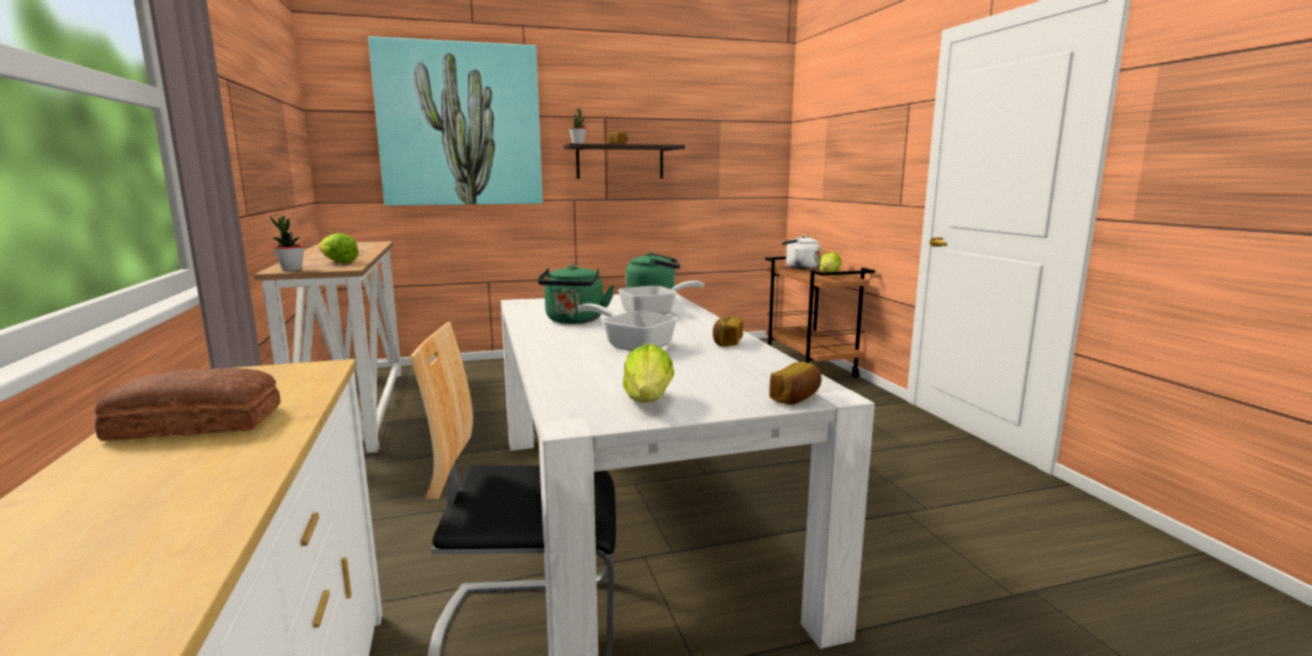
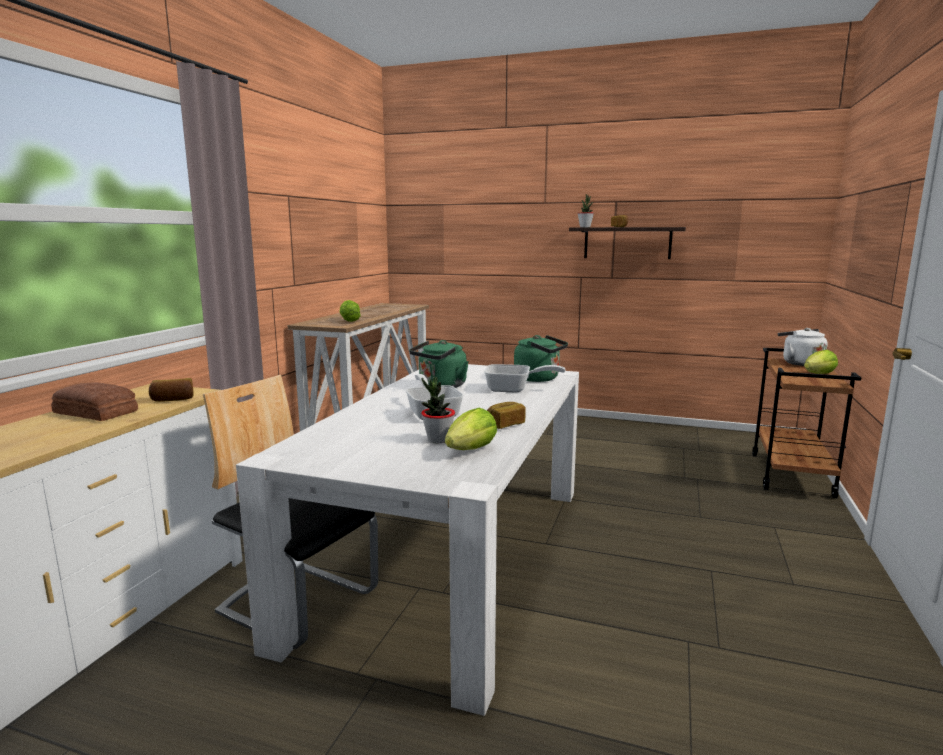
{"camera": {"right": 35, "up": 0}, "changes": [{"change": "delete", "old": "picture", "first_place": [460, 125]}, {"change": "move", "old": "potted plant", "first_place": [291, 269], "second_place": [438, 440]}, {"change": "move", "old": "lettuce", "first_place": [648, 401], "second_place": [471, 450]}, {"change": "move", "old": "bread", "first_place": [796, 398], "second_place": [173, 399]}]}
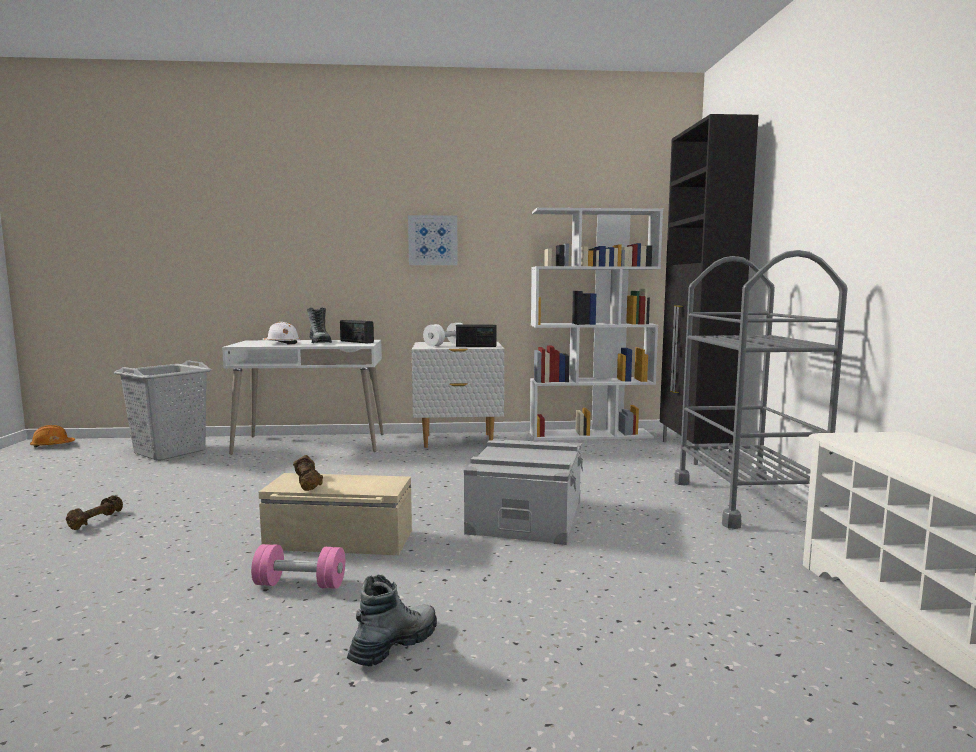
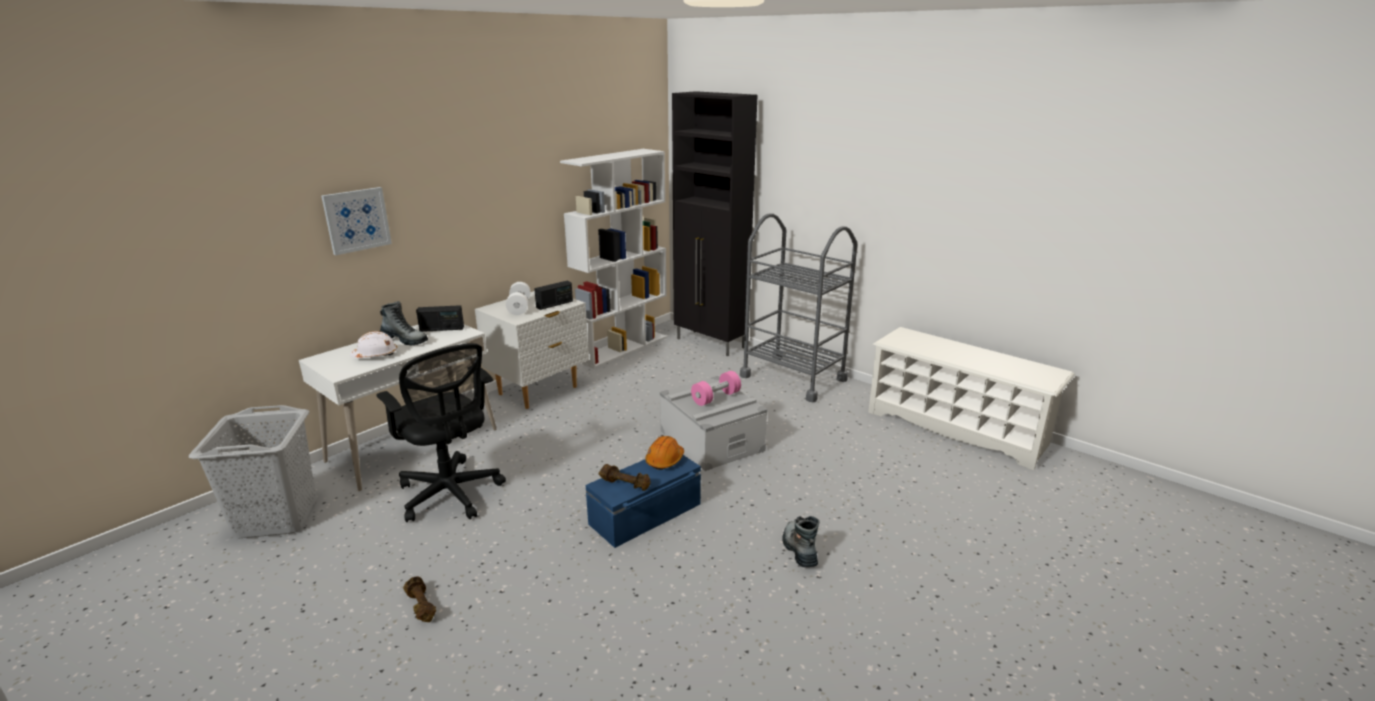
{"camera": {"right": -45, "up": 15}, "changes": [{"change": "insert", "new": "office chair (black)", "second_place": [451, 495]}, {"change": "move", "old": "hard hat (orange)", "first_place": [52, 445], "second_place": [665, 460]}, {"change": "move", "old": "dumbbell (pink)", "first_place": [300, 584], "second_place": [716, 398]}, {"change": "move", "old": "picture", "first_place": [433, 240], "second_place": [356, 220]}, {"change": "recolor", "old": "storage box (beige)", "new": "storage box (blue)", "first_place": [339, 540], "second_place": [646, 514]}]}
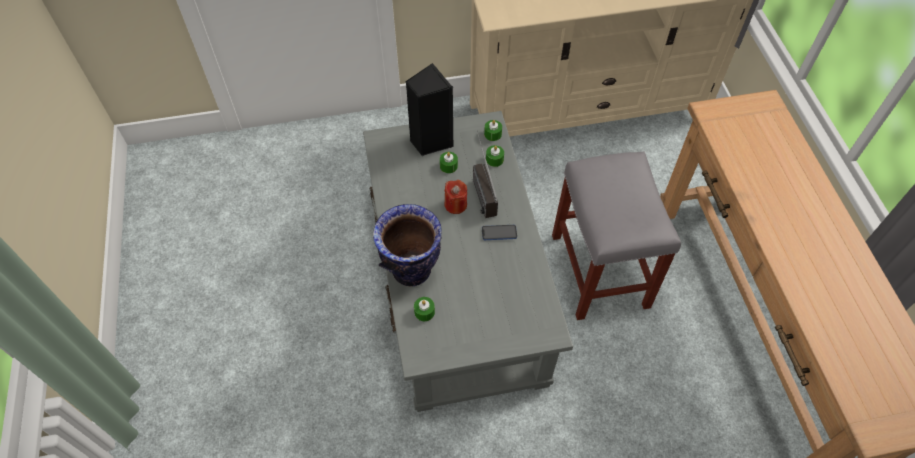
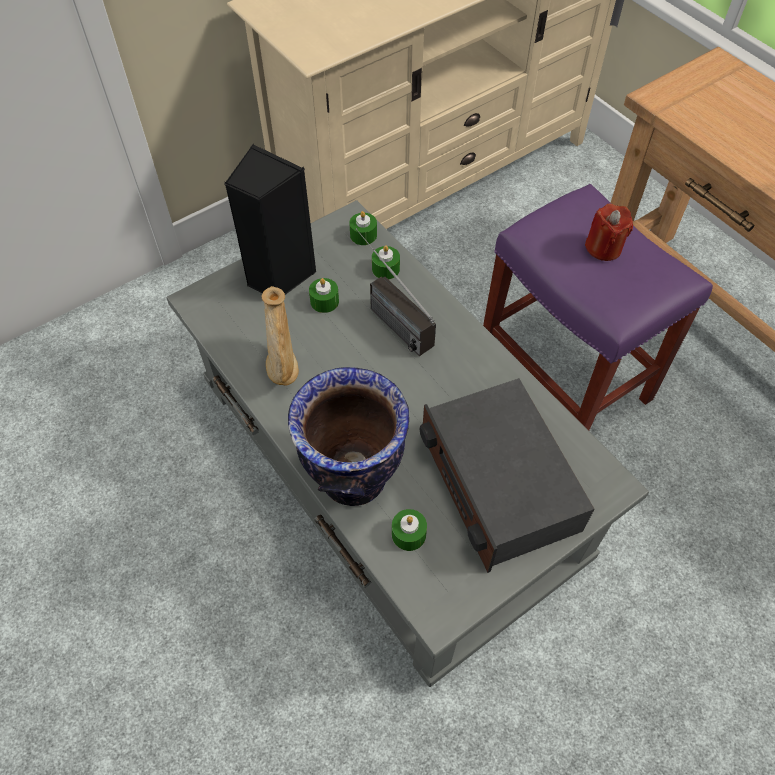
{"camera": {"right": -25, "up": 0}, "changes": [{"change": "delete", "old": "phone", "first_place": [499, 233]}, {"change": "insert", "new": "vase (beige)", "second_place": [282, 367]}, {"change": "insert", "new": "radio", "second_place": [497, 483]}, {"change": "move", "old": "candle (red)", "first_place": [455, 205], "second_place": [603, 248]}, {"change": "recolor", "old": "stool (grey)", "new": "stool (purple)", "first_place": [600, 272], "second_place": [566, 378]}]}
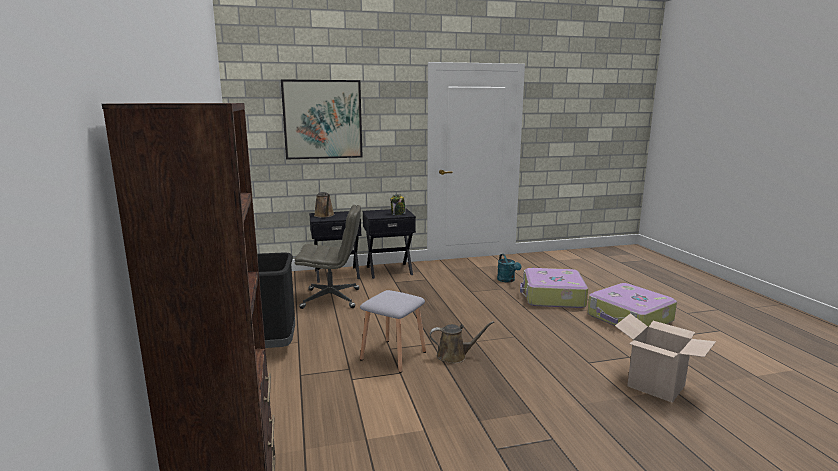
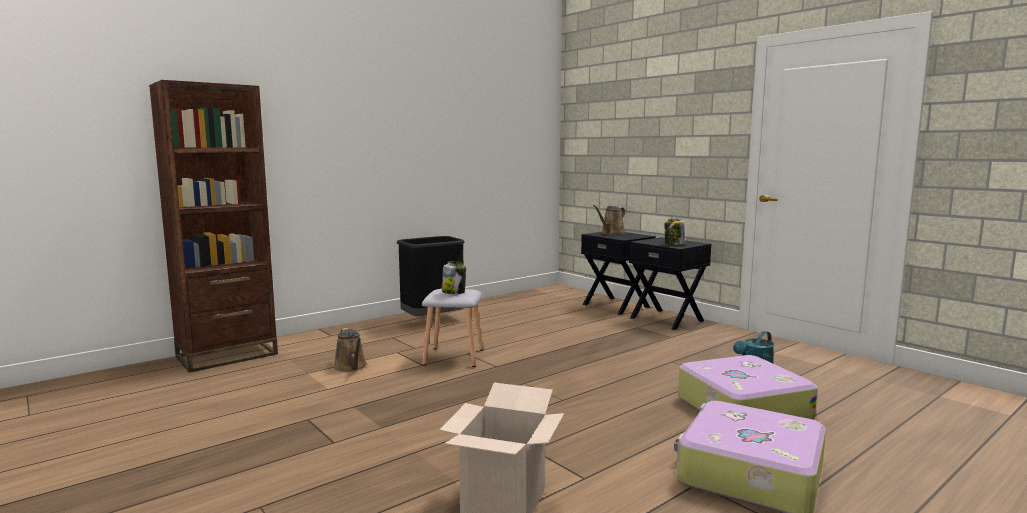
{"camera": {"right": 65, "up": -5}, "changes": [{"change": "delete", "old": "picture", "first_place": [322, 119]}, {"change": "delete", "old": "office chair (grey)", "first_place": [332, 298]}, {"change": "insert", "new": "jar", "second_place": [454, 292]}, {"change": "move", "old": "watering can (brown)", "first_place": [454, 356], "second_place": [351, 367]}]}
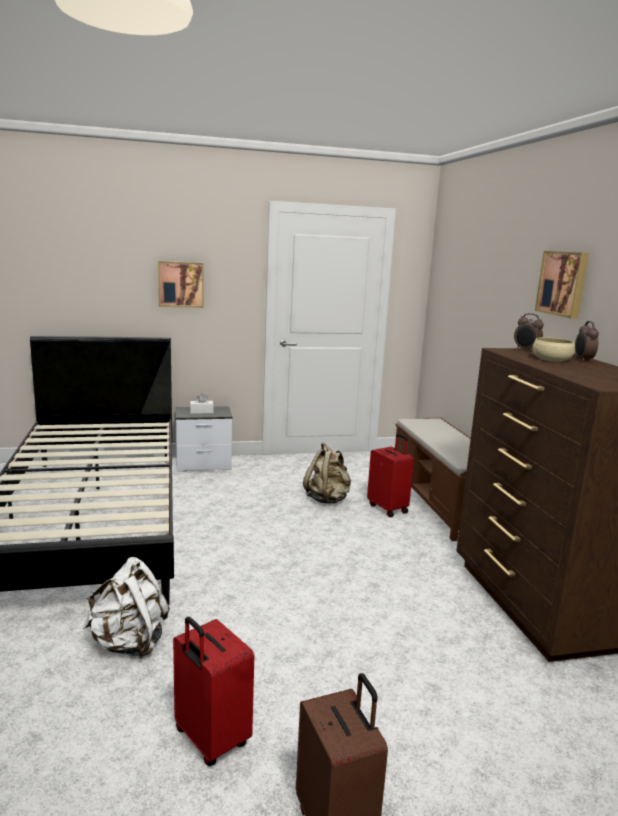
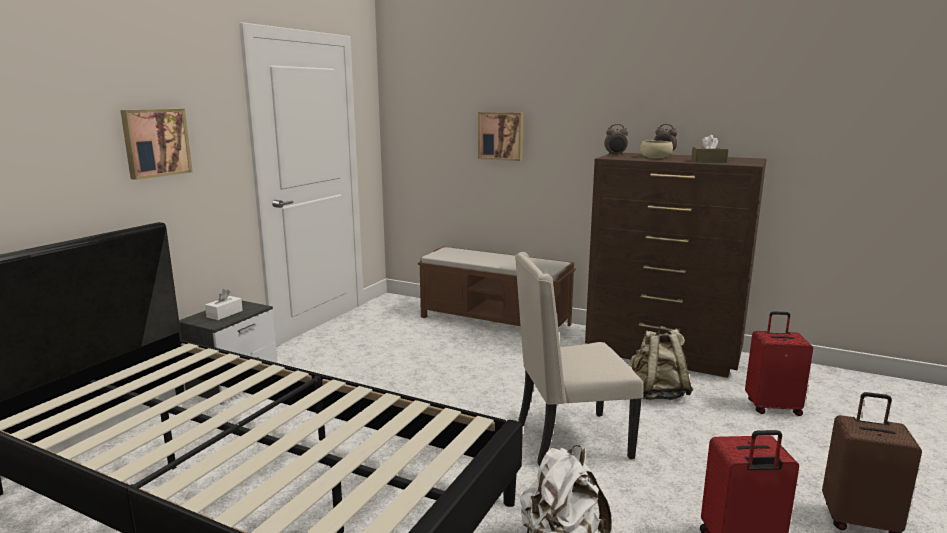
{"camera": {"right": -50, "up": 0}, "changes": [{"change": "insert", "new": "chair (beige)", "second_place": [570, 440]}, {"change": "insert", "new": "tissue box (brown)", "second_place": [708, 161]}, {"change": "move", "old": "backpack (beige)", "first_place": [327, 499], "second_place": [657, 393]}, {"change": "move", "old": "suitcase (red)", "first_place": [388, 508], "second_place": [772, 407]}, {"change": "move", "old": "picture", "first_place": [563, 283], "second_place": [501, 136]}]}
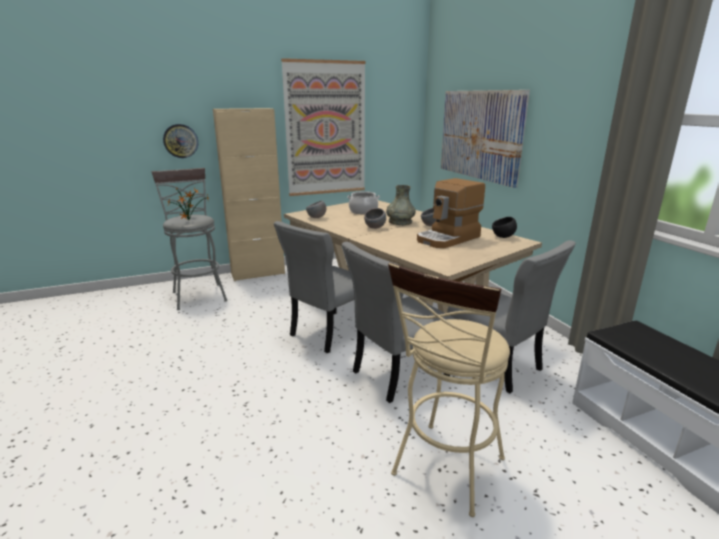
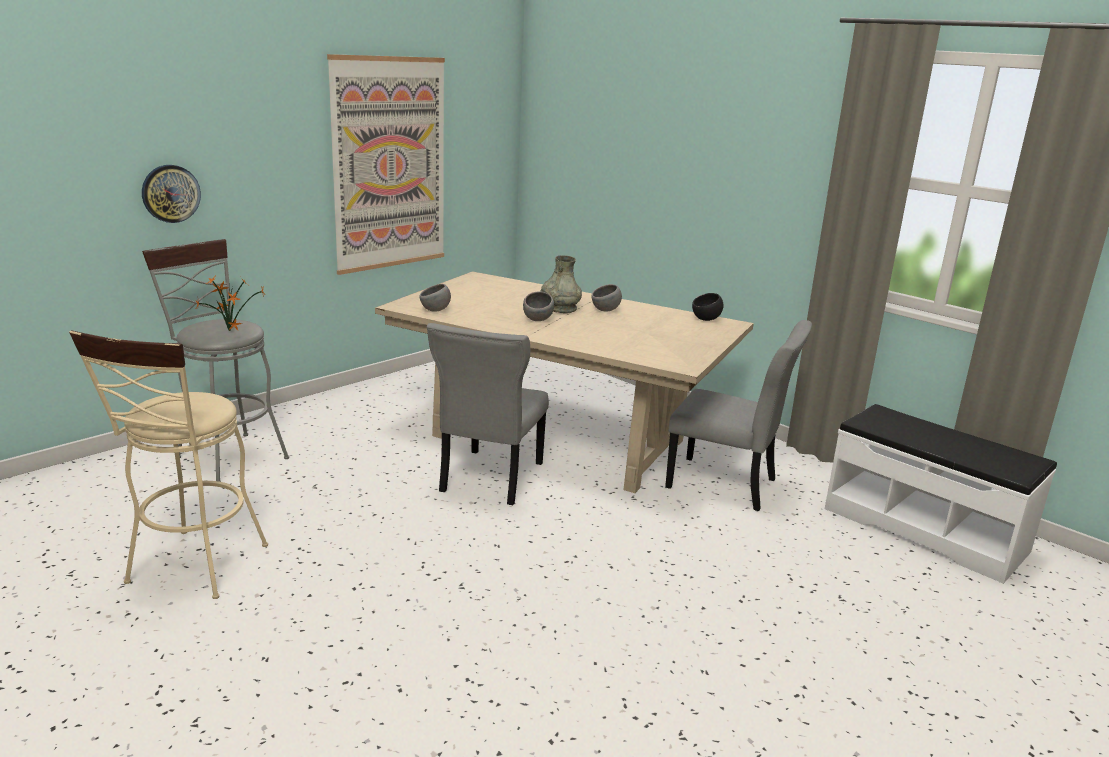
{"camera": {"right": -25, "up": 0}, "changes": [{"change": "delete", "old": "cabinet (beige)", "first_place": [258, 273]}, {"change": "delete", "old": "chair (grey)", "first_place": [396, 375]}, {"change": "delete", "old": "cooking pot", "first_place": [363, 211]}, {"change": "delete", "old": "coffee machine", "first_place": [448, 239]}, {"change": "delete", "old": "picture", "first_place": [480, 135]}, {"change": "move", "old": "stool (beige)", "first_place": [444, 472], "second_place": [192, 569]}]}
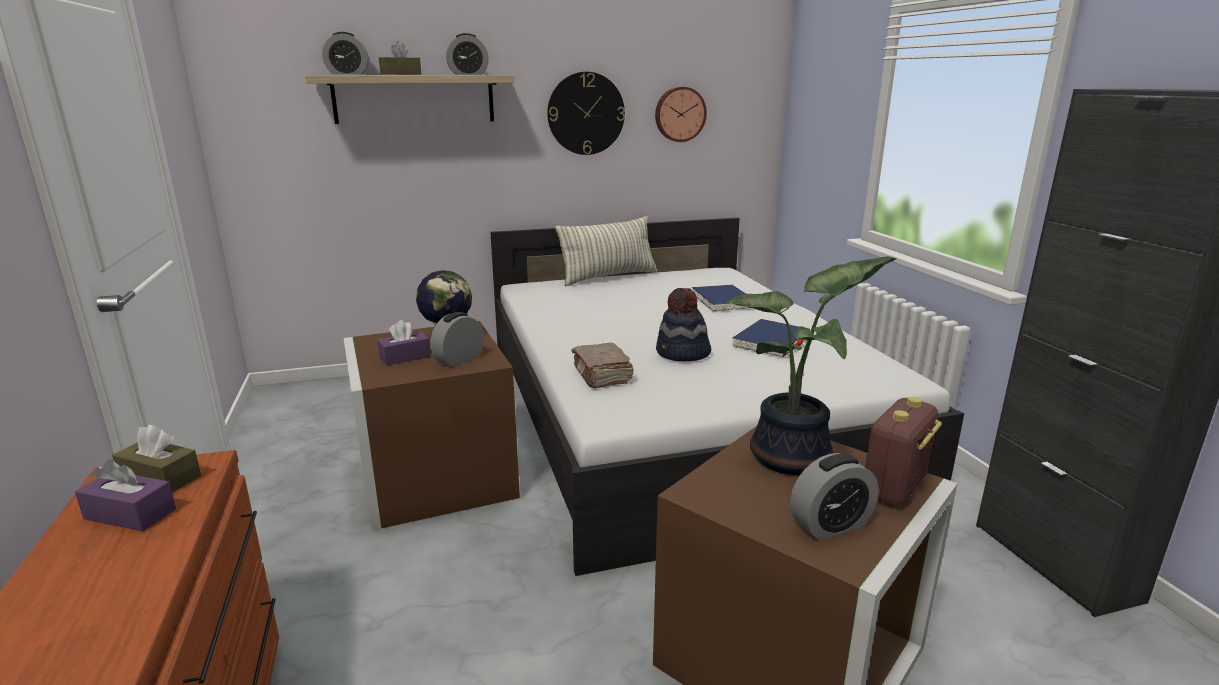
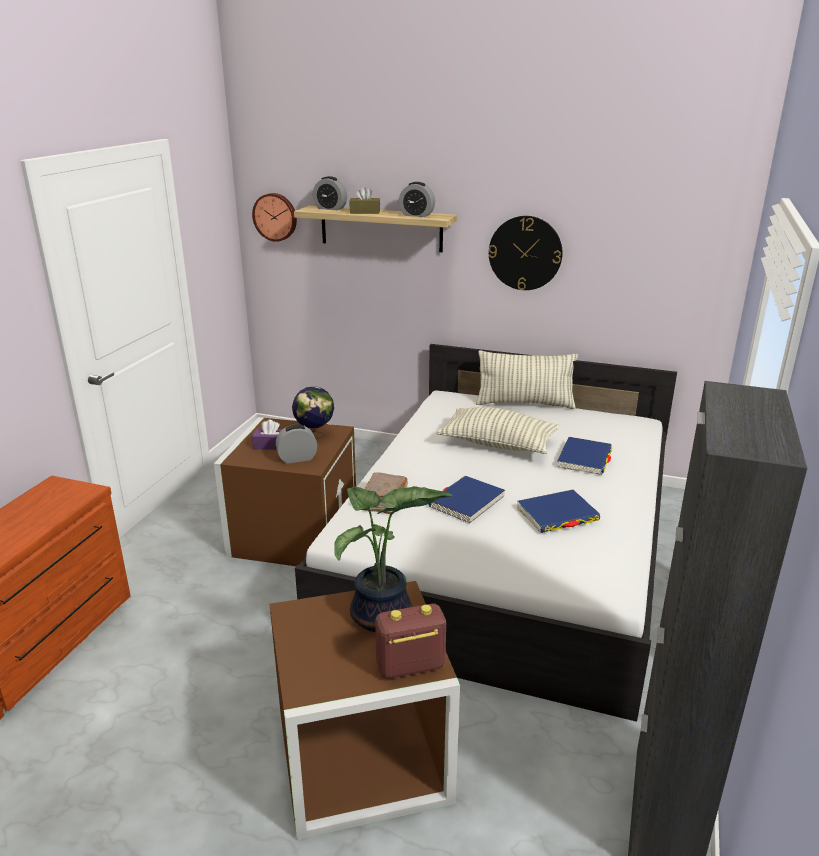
{"camera": {"right": 35, "up": 5}, "changes": [{"change": "delete", "old": "tissue box (purple)", "first_place": [130, 514]}, {"change": "delete", "old": "tissue box (brown)", "first_place": [160, 478]}, {"change": "delete", "old": "alarm clock", "first_place": [830, 525]}, {"change": "insert", "new": "pillow", "second_place": [497, 444]}, {"change": "move", "old": "wall clock", "first_place": [679, 114], "second_place": [275, 216]}, {"change": "replace", "old": "hat", "new": "book (blue)", "first_place": [682, 354], "second_place": [467, 502]}]}
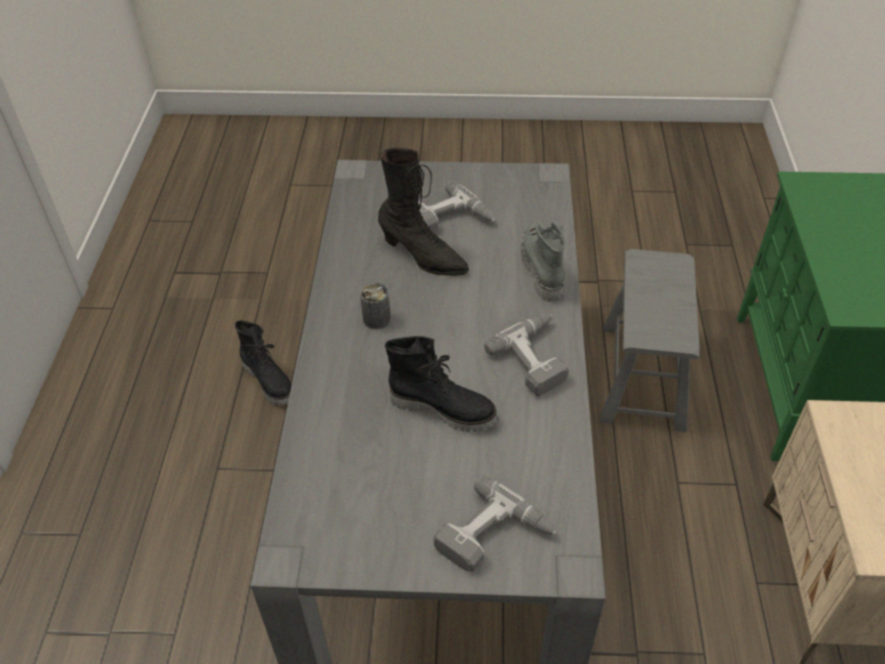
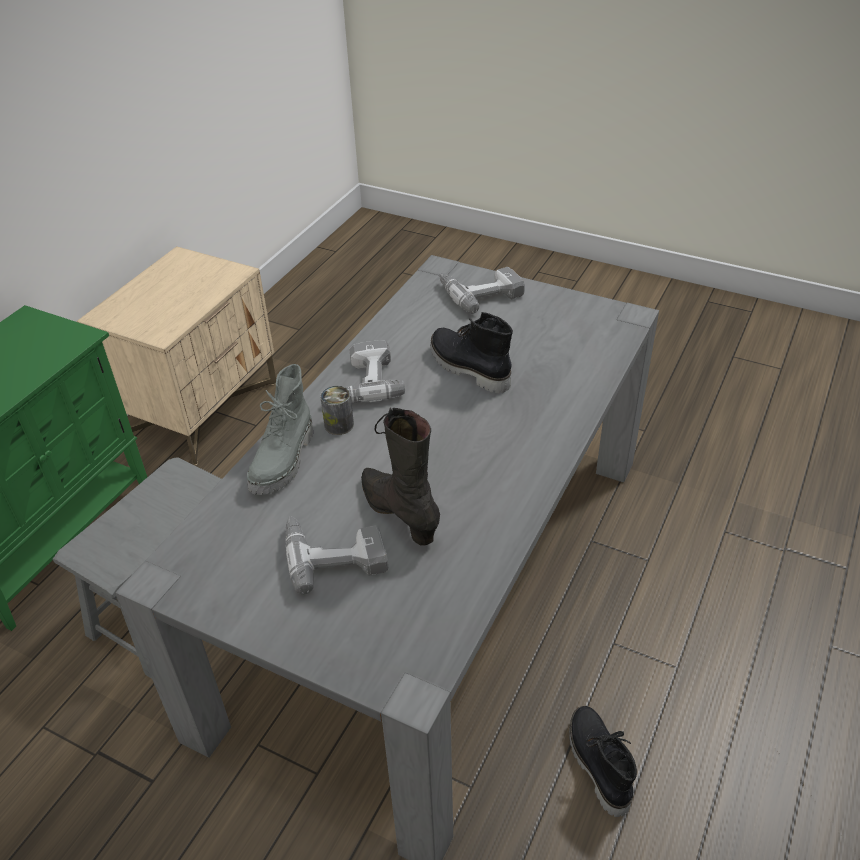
{"camera": {"right": -155, "up": -5}, "changes": [{"change": "move", "old": "can", "first_place": [376, 319], "second_place": [339, 425]}]}
